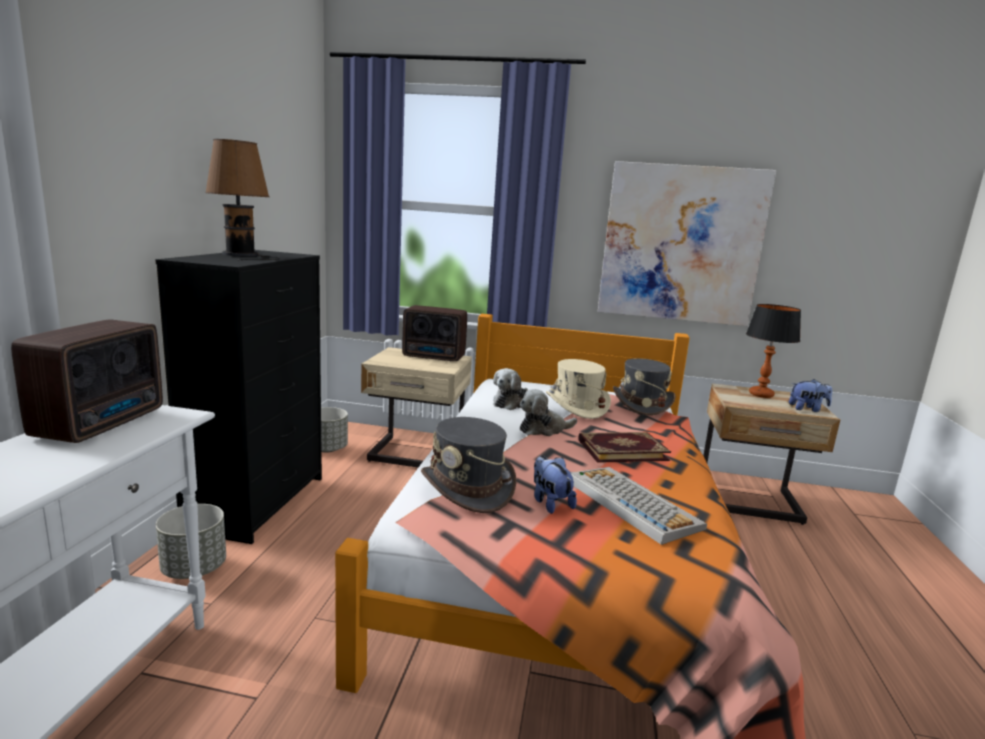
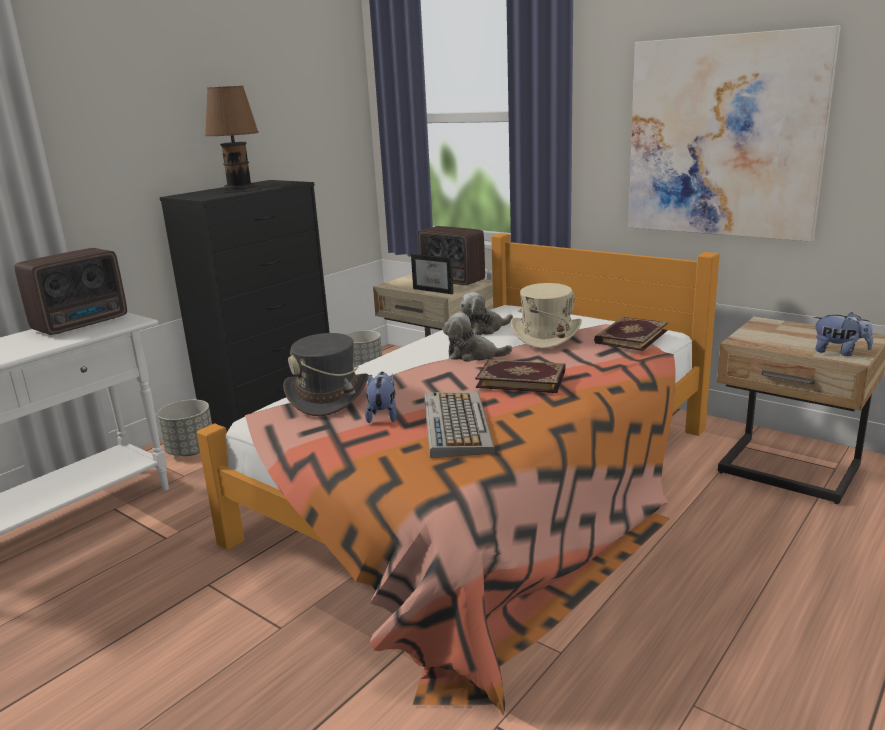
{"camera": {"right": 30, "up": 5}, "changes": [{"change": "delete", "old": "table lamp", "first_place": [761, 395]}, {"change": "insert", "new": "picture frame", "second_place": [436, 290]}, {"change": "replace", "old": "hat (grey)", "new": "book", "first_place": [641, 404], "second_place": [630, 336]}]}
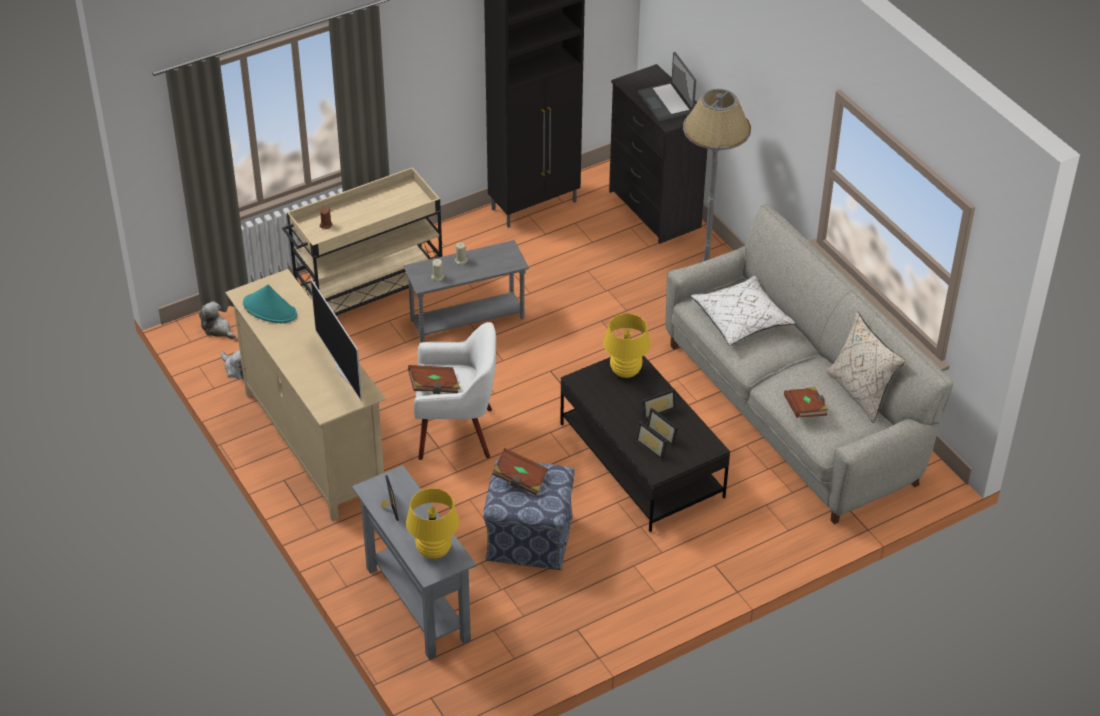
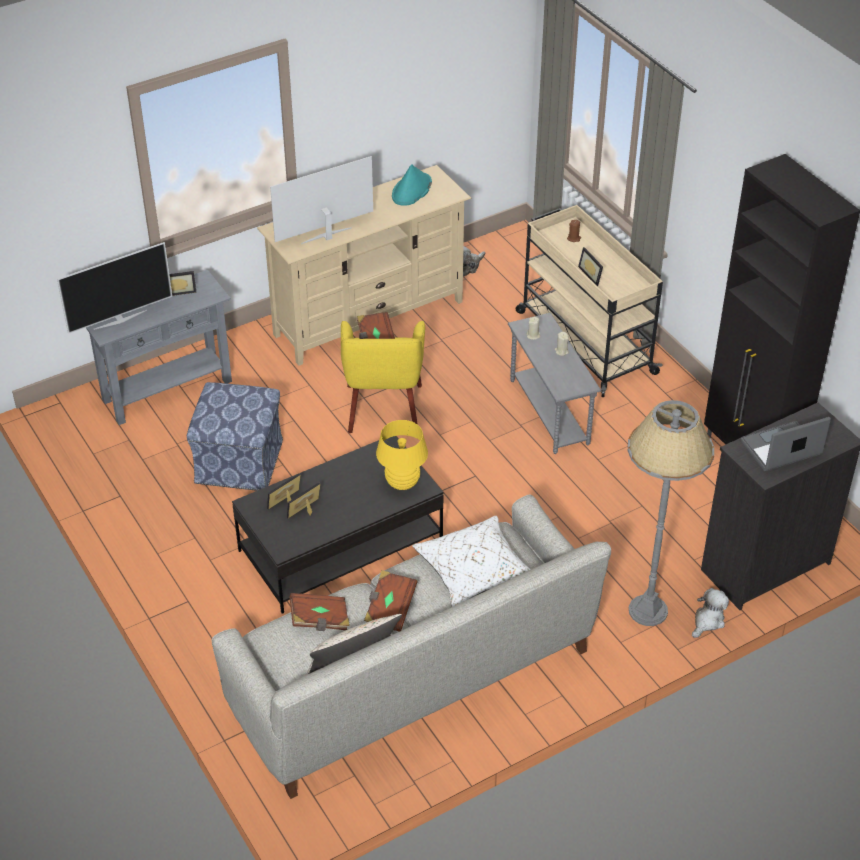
{"camera": {"right": 90, "up": 0}, "changes": [{"change": "move", "old": "plush toy", "first_place": [218, 329], "second_place": [708, 621]}, {"change": "move", "old": "book (brown)", "first_place": [520, 479], "second_place": [389, 609]}, {"change": "move", "old": "picture frame", "first_place": [656, 410], "second_place": [593, 274]}, {"change": "replace", "old": "table lamp (yellow)", "new": "television", "first_place": [433, 550], "second_place": [120, 319]}, {"change": "recolor", "old": "armchair (white)", "new": "armchair (yellow)", "first_place": [456, 432], "second_place": [383, 409]}]}
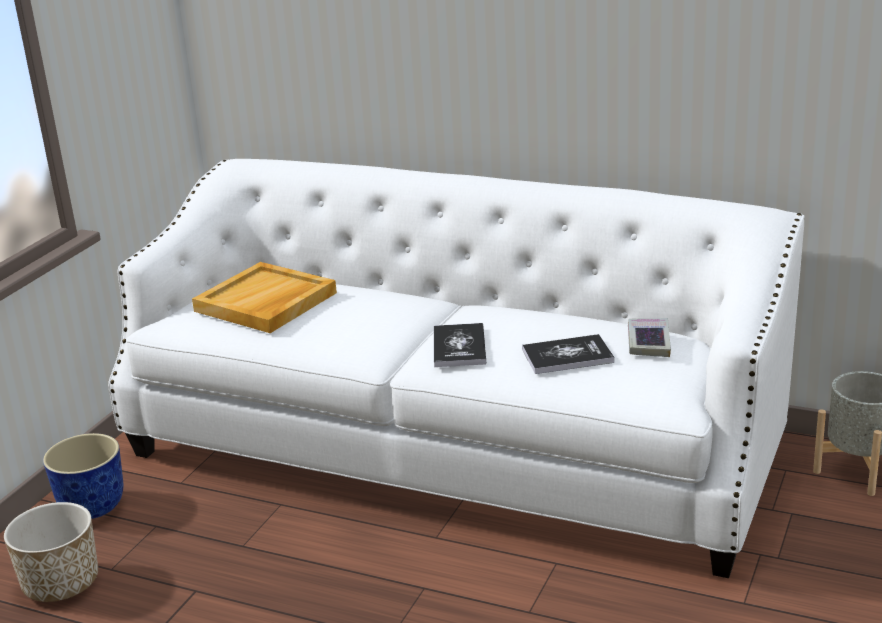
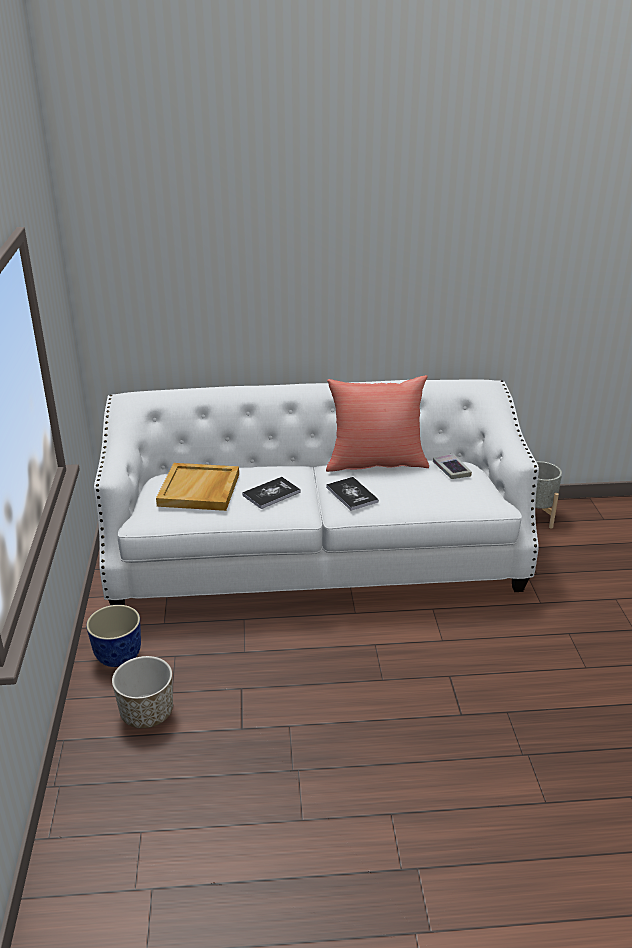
{"camera": {"right": -30, "up": 5}, "changes": [{"change": "insert", "new": "pillow (red)", "second_place": [376, 462]}, {"change": "move", "old": "book", "first_place": [567, 356], "second_place": [271, 494]}]}
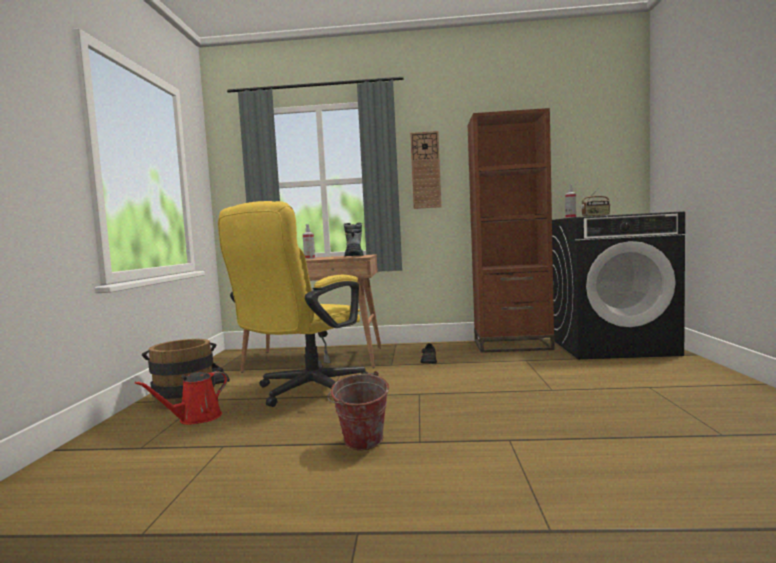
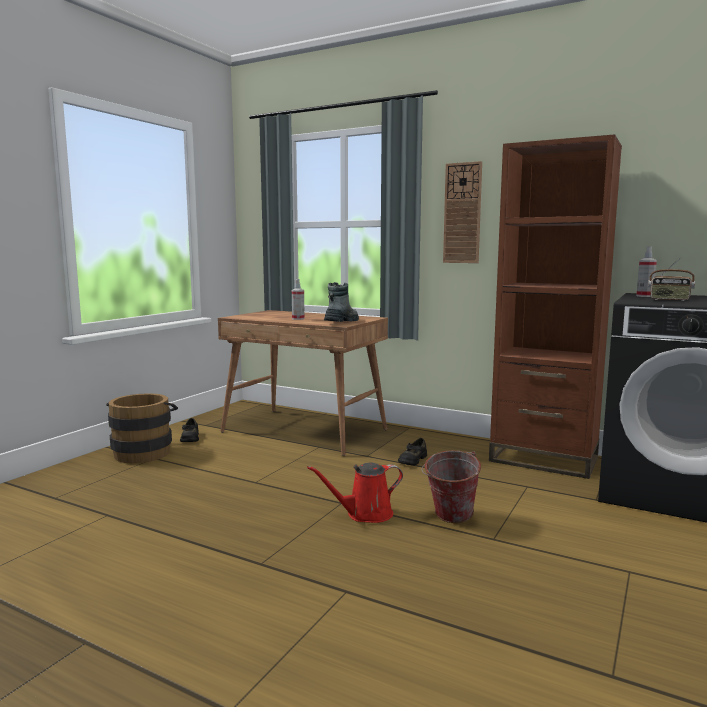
{"camera": {"right": 25, "up": 5}, "changes": [{"change": "delete", "old": "office chair (yellow)", "first_place": [304, 391]}, {"change": "move", "old": "watering can (red)", "first_place": [196, 418], "second_place": [365, 514]}, {"change": "move", "old": "bucket", "first_place": [361, 446], "second_place": [449, 518]}]}
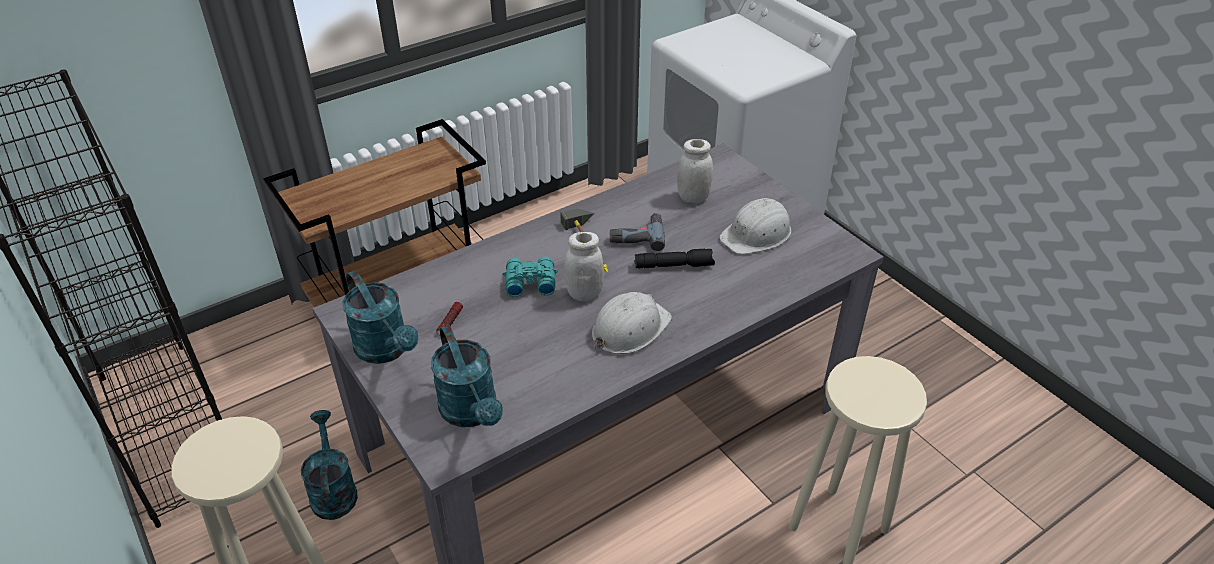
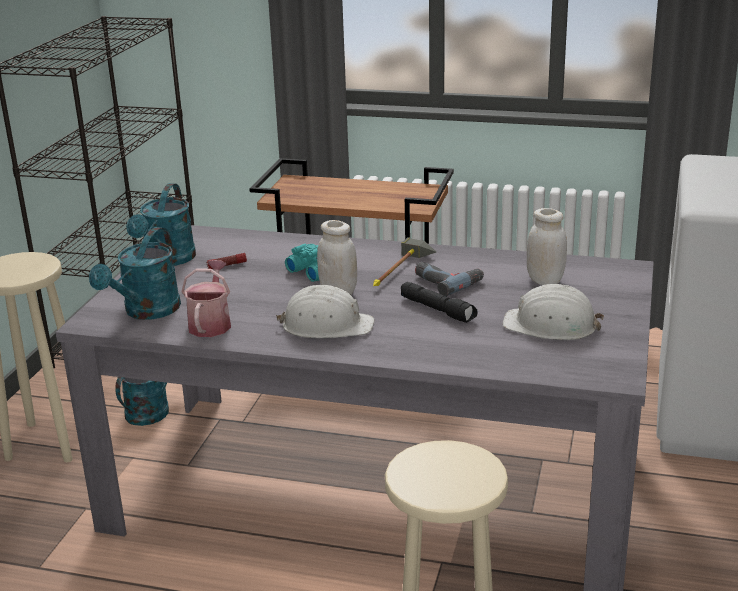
{"camera": {"right": 50, "up": -15}, "changes": [{"change": "insert", "new": "watering can", "second_place": [211, 323]}]}
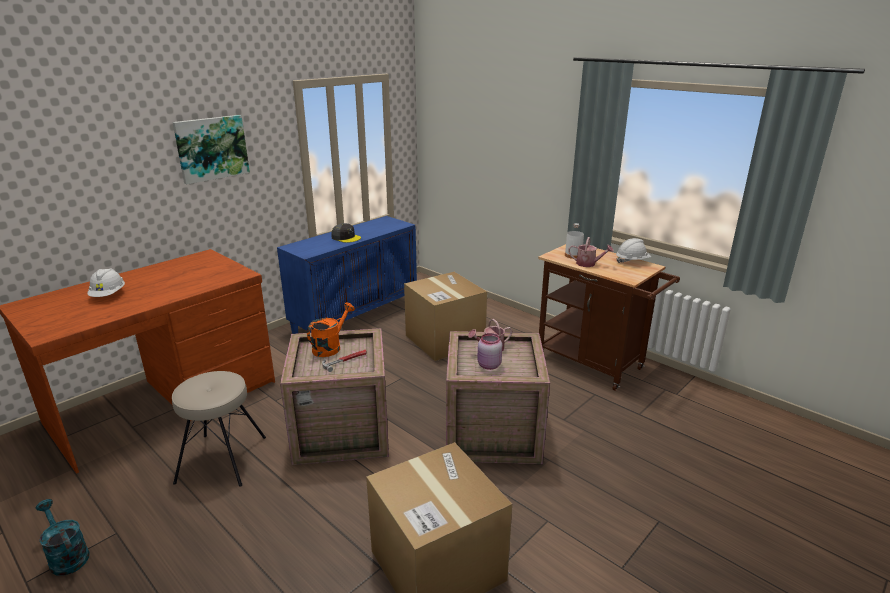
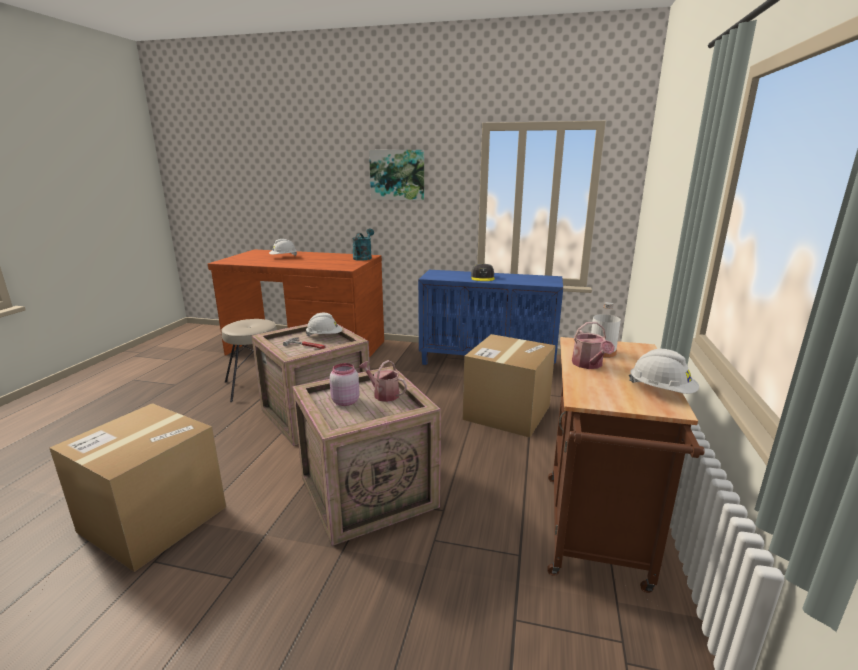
{"camera": {"right": 60, "up": -5}, "changes": [{"change": "move", "old": "watering can (turquoise)", "first_place": [66, 556], "second_place": [363, 257]}, {"change": "replace", "old": "watering can (orange)", "new": "hard hat (white)", "first_place": [330, 347], "second_place": [324, 336]}]}
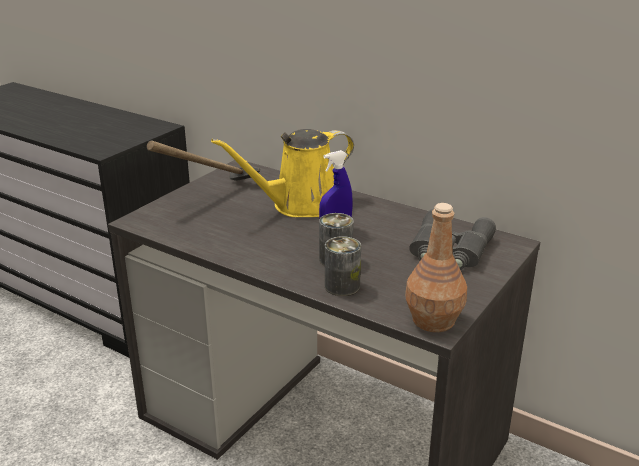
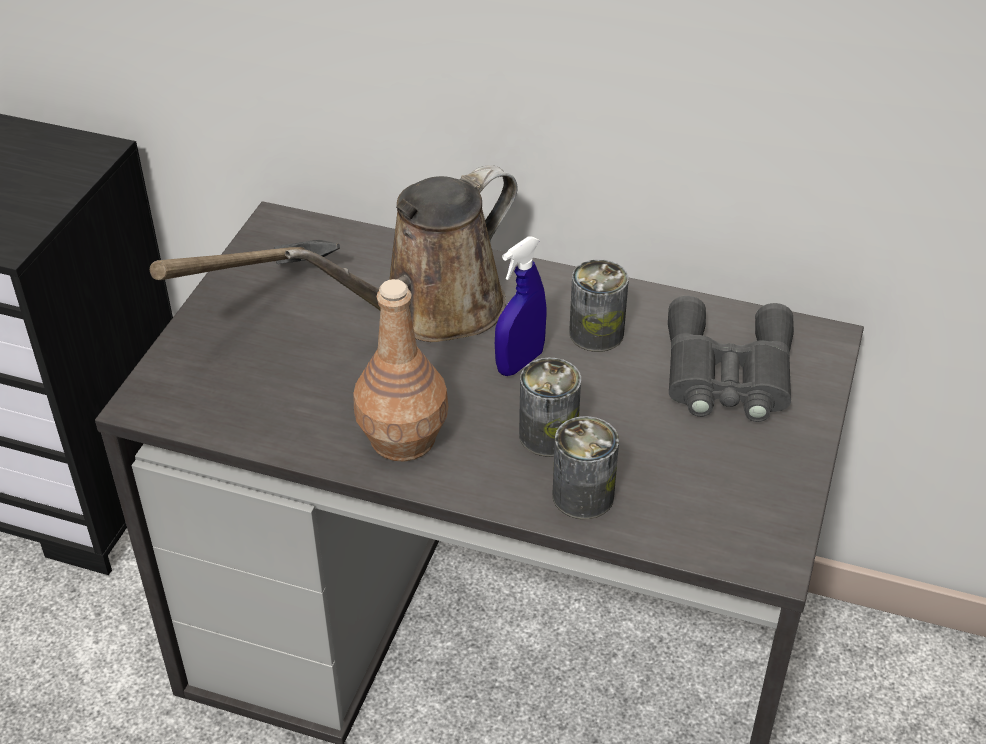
{"camera": {"right": -15, "up": 15}, "changes": [{"change": "insert", "new": "can", "second_place": [596, 333]}, {"change": "move", "old": "bottle (brown)", "first_place": [434, 320], "second_place": [404, 438]}, {"change": "recolor", "old": "watering can (yellow)", "new": "watering can (brown)", "first_place": [300, 206], "second_place": [433, 310]}]}
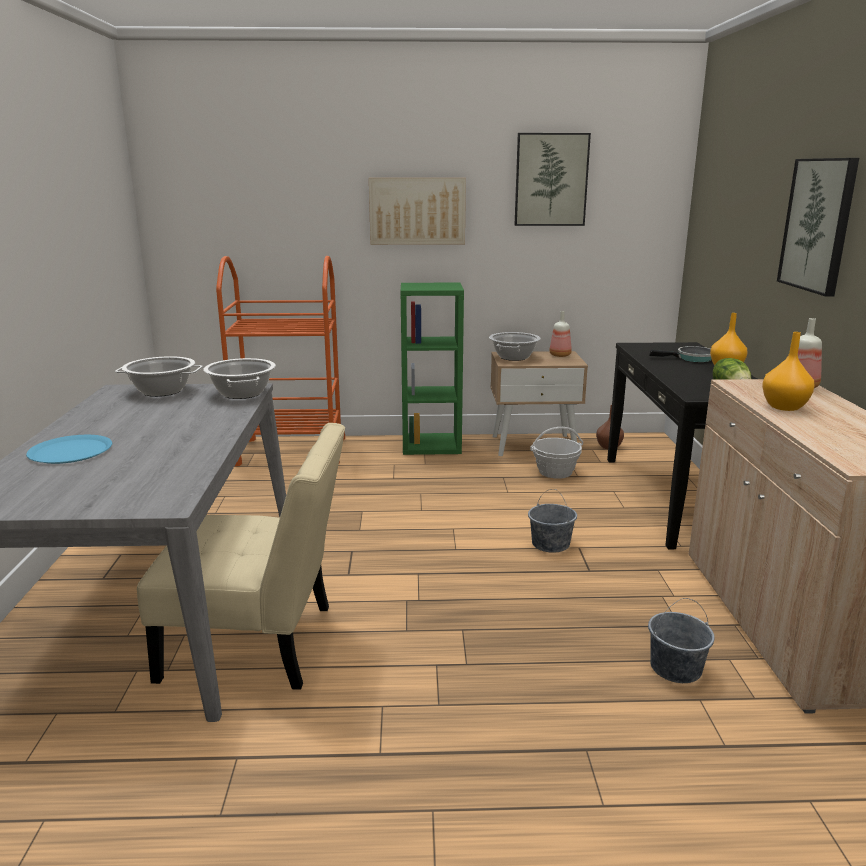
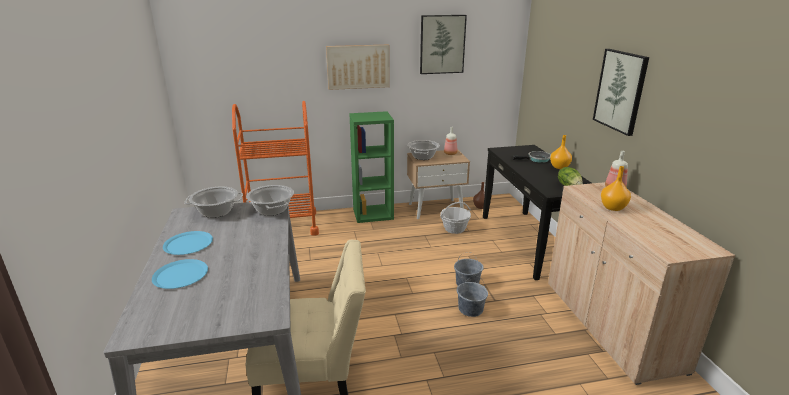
{"camera": {"right": -10, "up": 5}, "changes": [{"change": "insert", "new": "plate (blue)", "second_place": [188, 244]}, {"change": "move", "old": "bucket (grey)", "first_place": [675, 668], "second_place": [470, 309]}]}
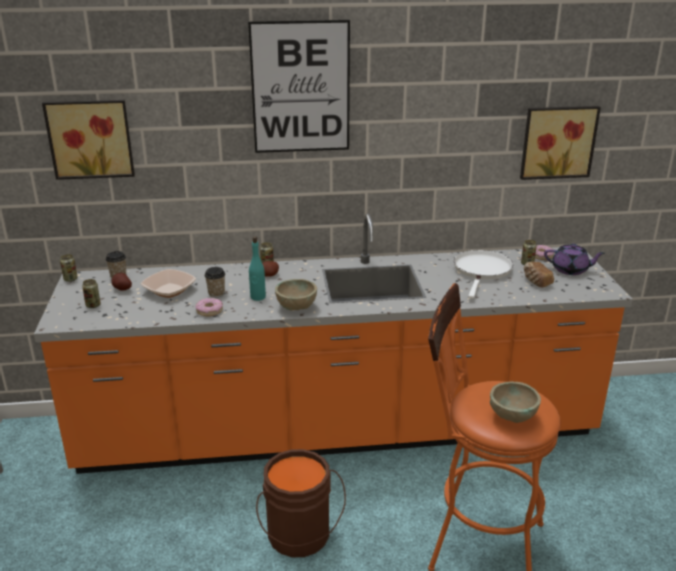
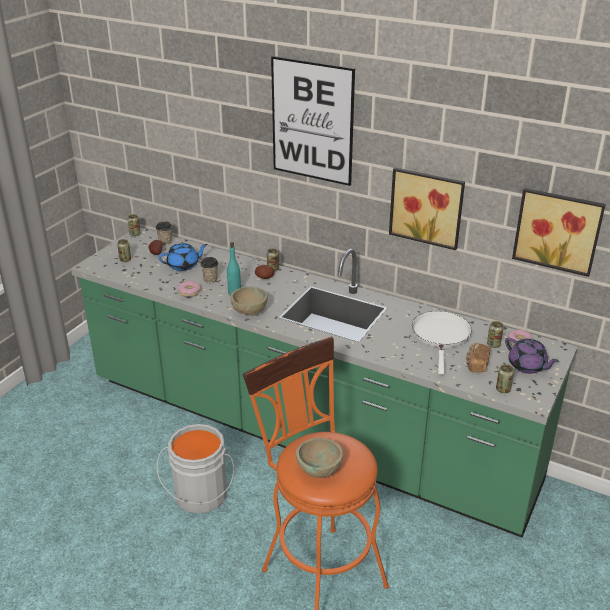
{"camera": {"right": 35, "up": 5}, "changes": [{"change": "insert", "new": "can", "second_place": [503, 389]}, {"change": "move", "old": "picture", "first_place": [90, 138], "second_place": [427, 207]}, {"change": "replace", "old": "bowl", "new": "teapot (blue)", "first_place": [169, 290], "second_place": [184, 265]}, {"change": "recolor", "old": "counter (orange)", "new": "counter (green)", "first_place": [338, 433], "second_place": [305, 433]}, {"change": "recolor", "old": "bucket (brown)", "new": "bucket (grey)", "first_place": [300, 536], "second_place": [200, 496]}, {"change": "rotate", "old": "frying pan (white)", "first_place": [482, 271], "second_place": [441, 336], "degrees": -45}]}
